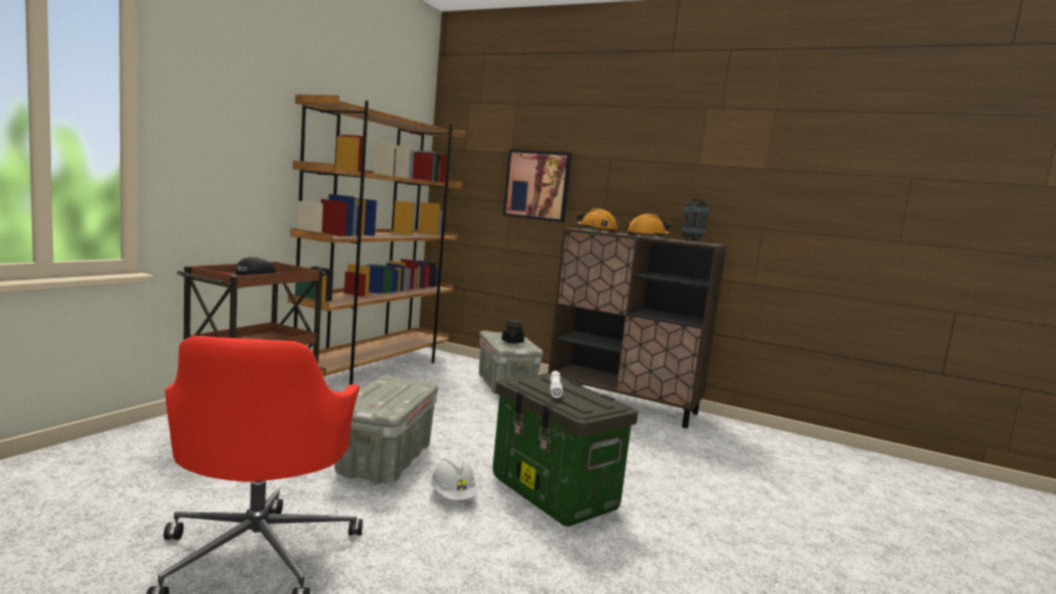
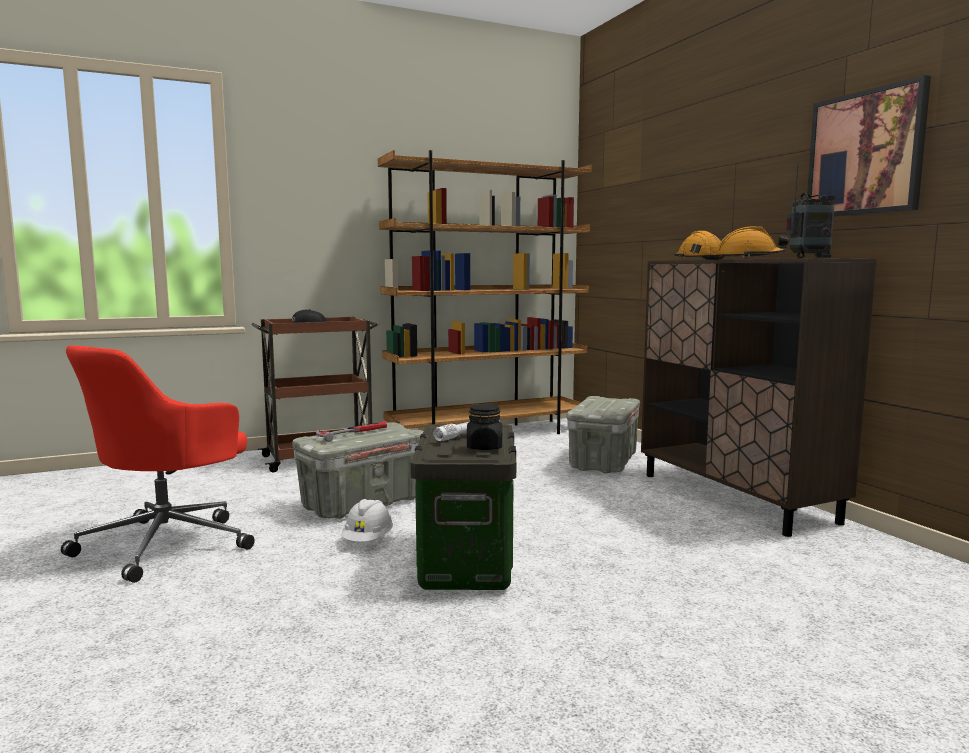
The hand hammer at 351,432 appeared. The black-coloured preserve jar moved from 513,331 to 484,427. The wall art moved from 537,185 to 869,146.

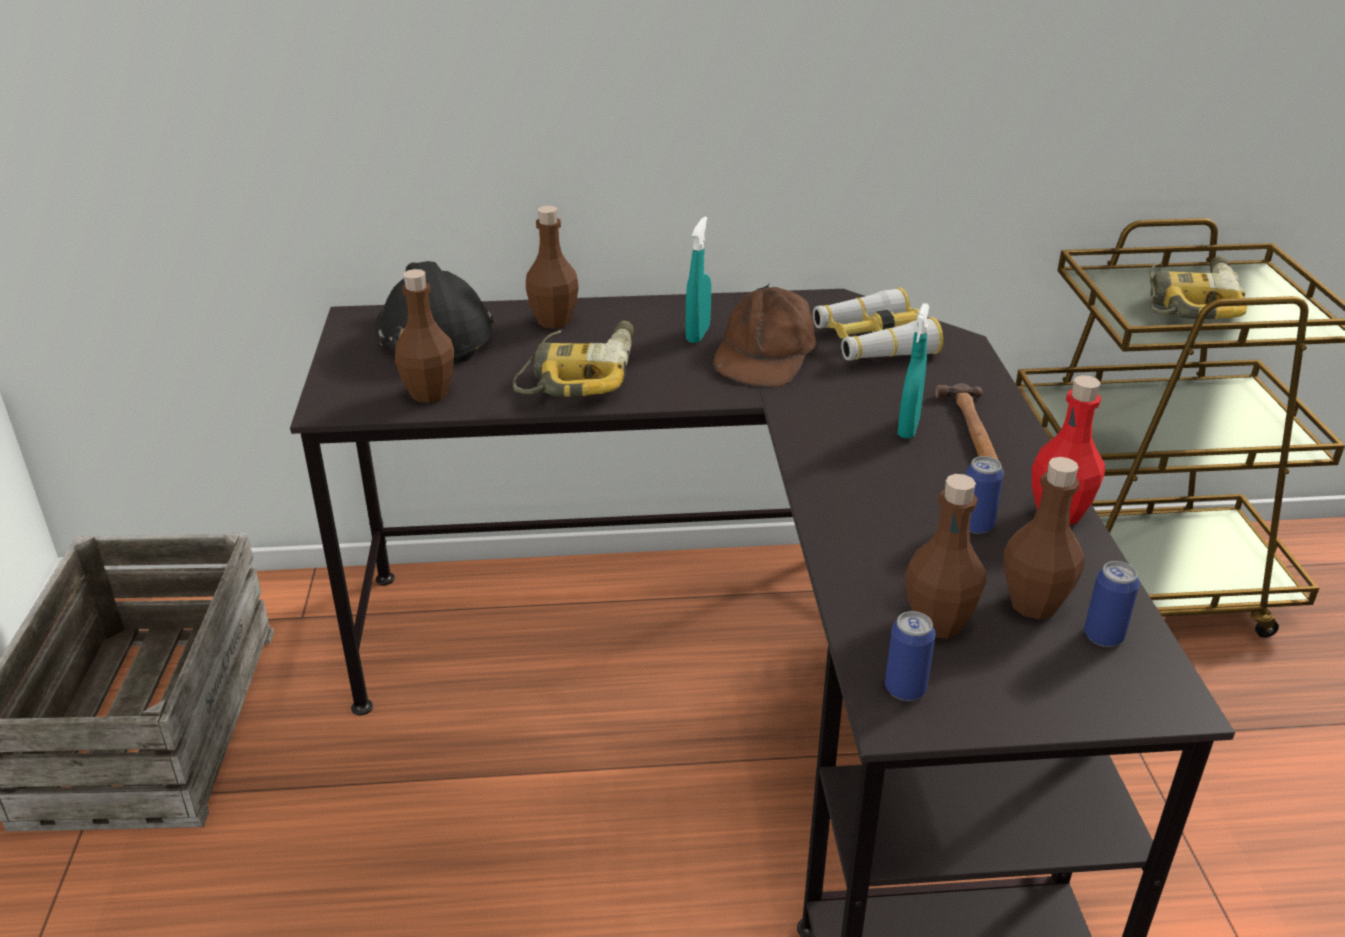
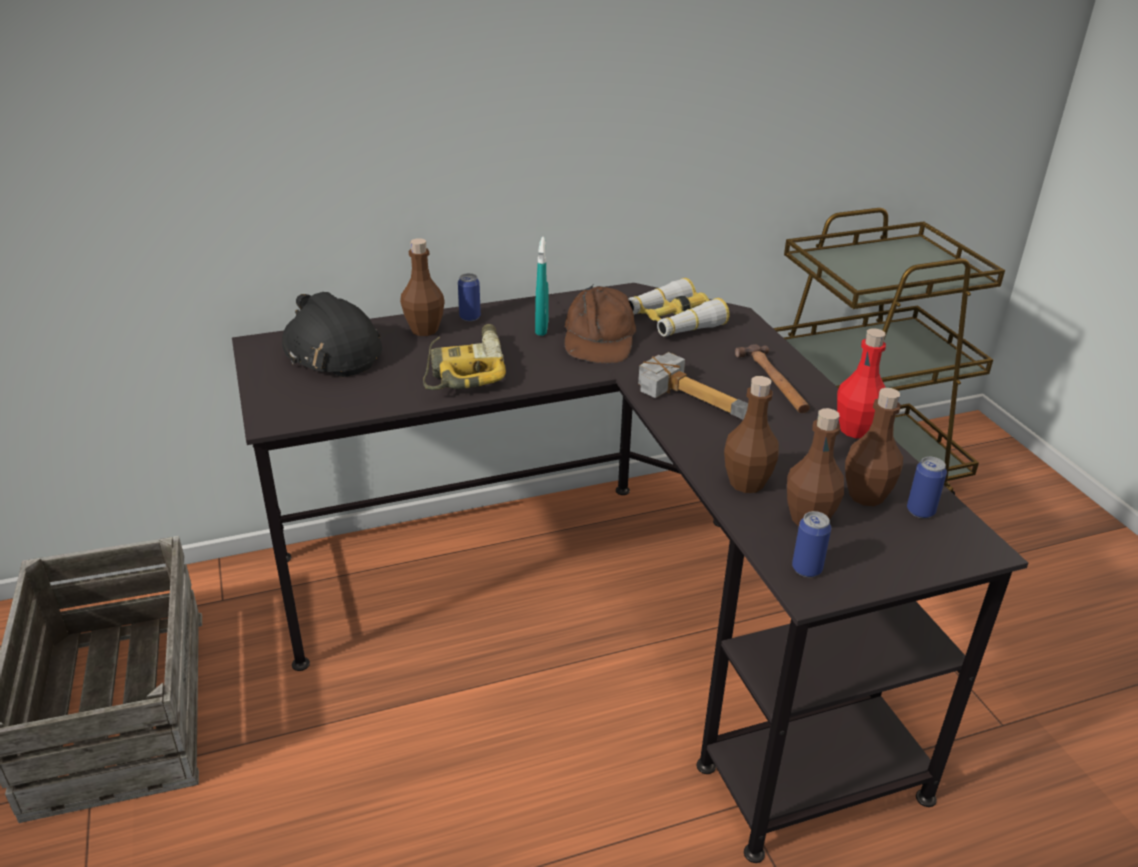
The turquoise sprayer at 913,370 disappeared. The drill at 1198,287 disappeared. The hand hammer at 693,386 appeared. The brown-coloured beverage bottle moved from 424,336 to 751,434. The metal can moved from 985,495 to 469,297.

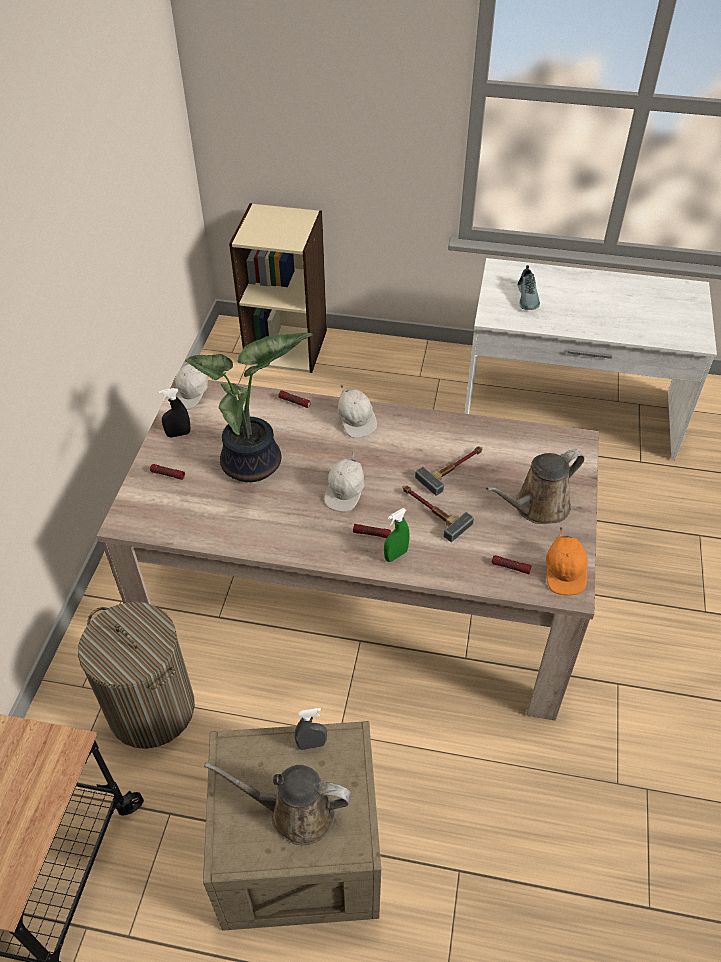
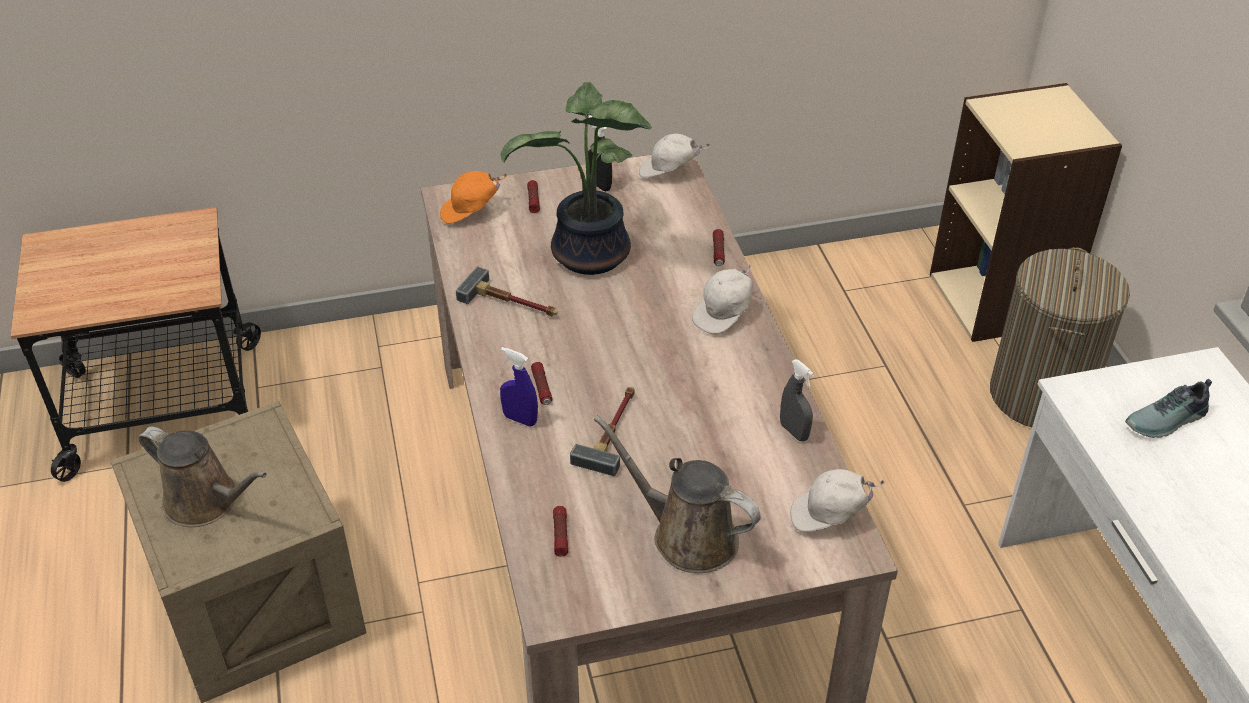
The laundry basket moved from 136,675 to 1060,337. The grey sprayer moved from 311,729 to 797,400. The whitish peaked cap moved from 344,482 to 837,500. The hand hammer moved from 449,471 to 507,291. The orange-coloured peaked cap moved from 567,561 to 473,197. The green-coloured sprayer at 397,535 became the blue sprayer at 519,386. The brown-coloured watering can at 277,803 turned 135 degrees clockwise.

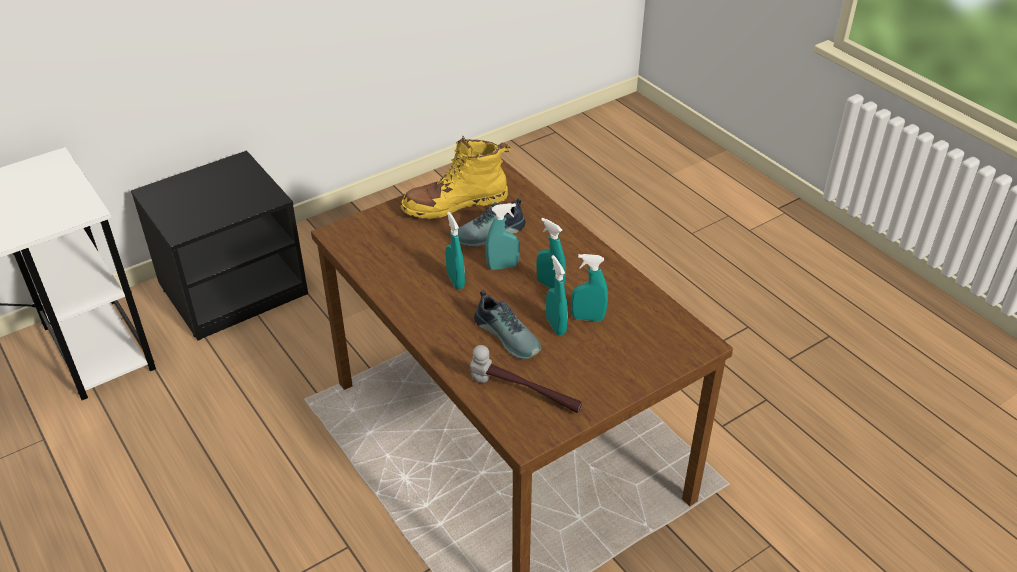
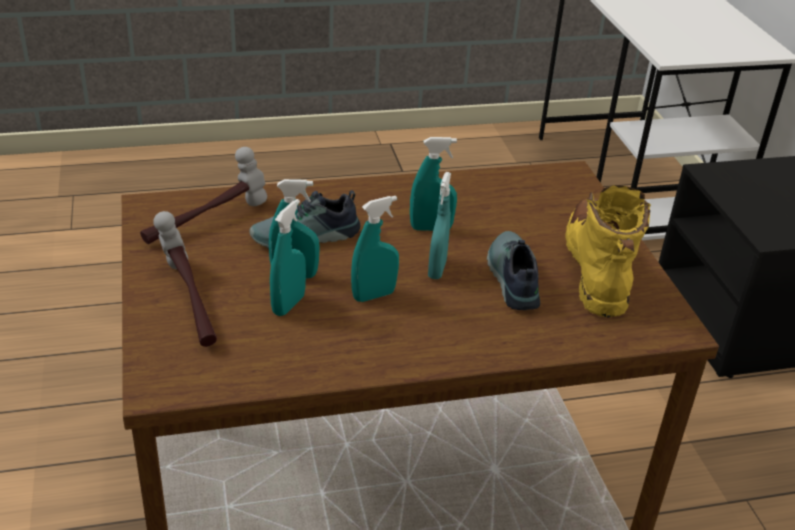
The hand hammer at 185,279 appeared.

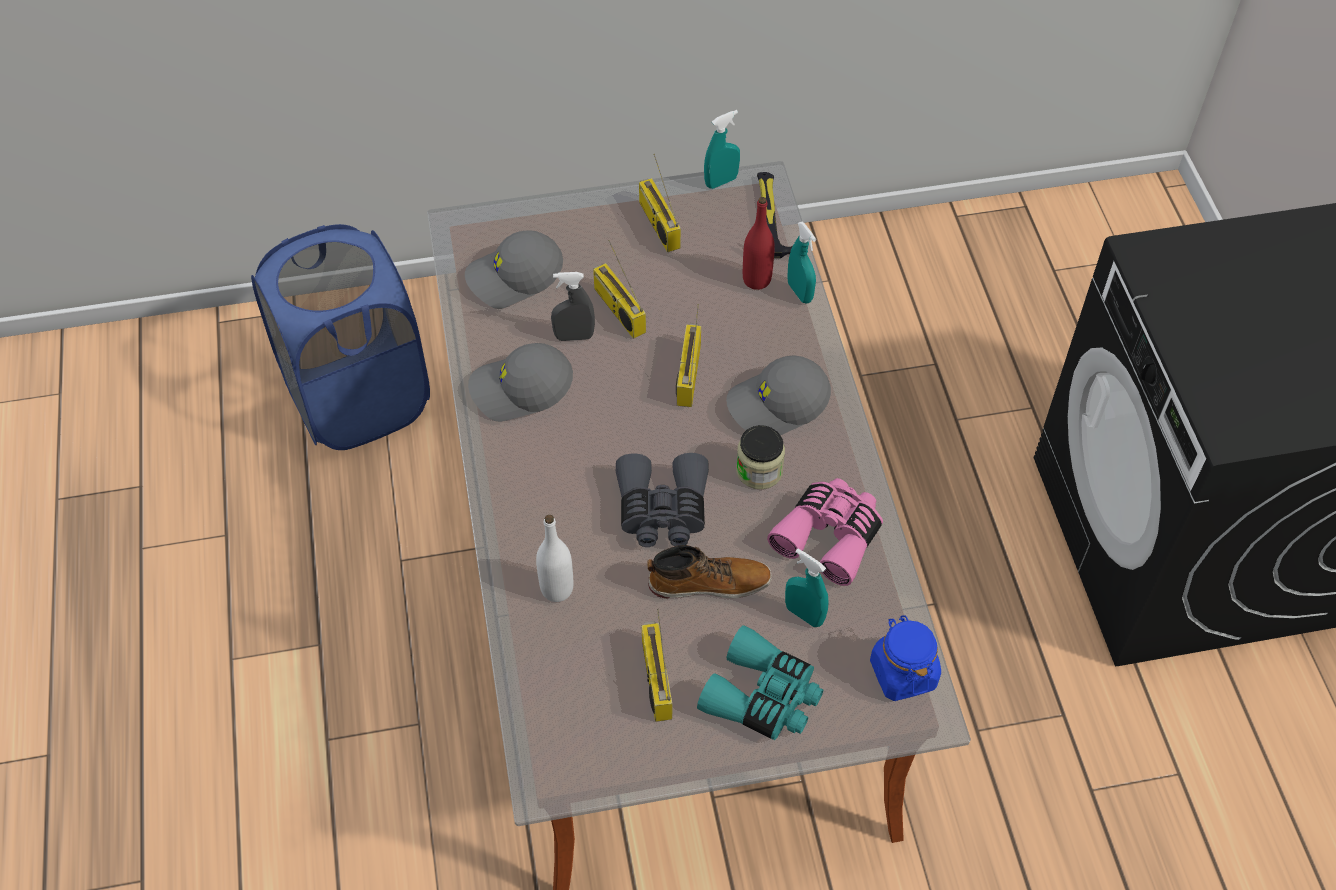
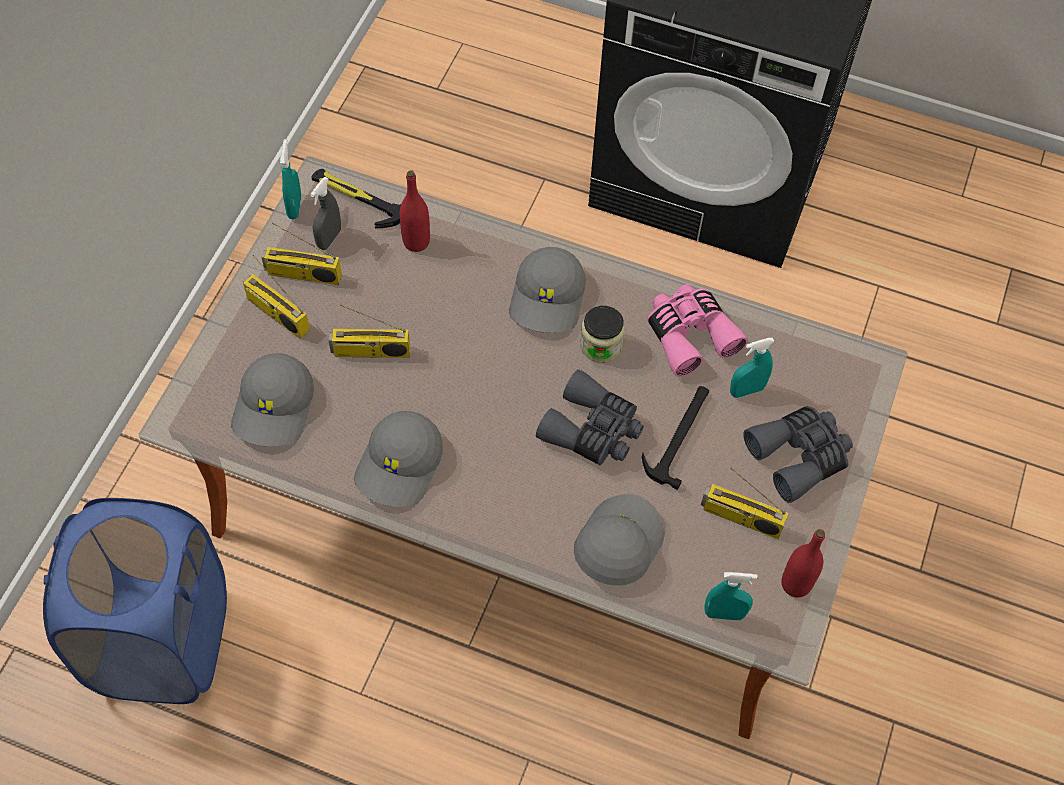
The blue preserve jar at 905,658 disappeared. The reddish beverage bottle at 803,563 appeared. The grey sprayer moved from 573,306 to 325,213. The radio receiver moved from 688,355 to 276,297. The turquoise sprayer moved from 801,263 to 730,596. The whitish beverage bottle at 554,558 was replaced by the grey peaked cap at 619,540. The high-top boot at 709,572 was replaced by the hand hammer at 675,438. The turquoise field glasses at 760,682 became the grey field glasses at 798,454.

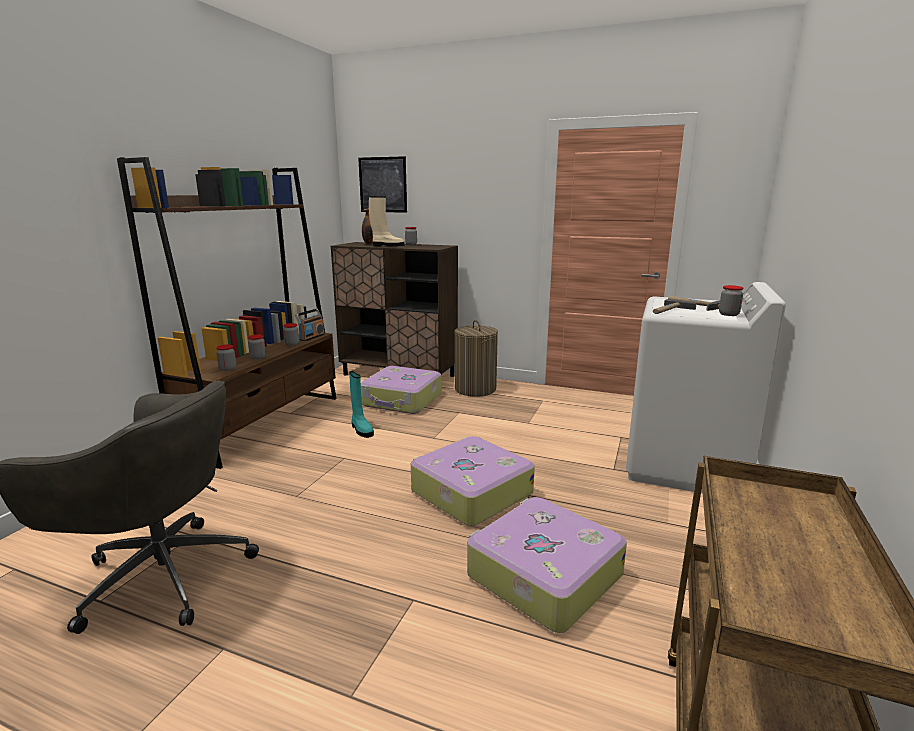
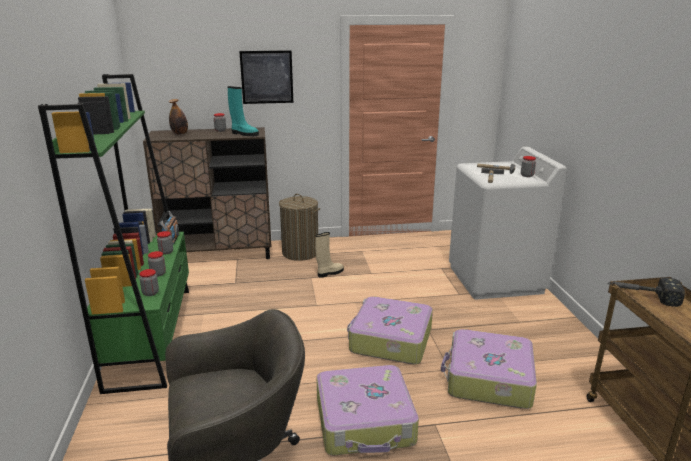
The hand hammer at 646,292 appeared. The turquoise high-top boot moved from 361,404 to 243,111. The wall art moved from 382,184 to 266,77. The piece of luggage moved from 401,390 to 368,410. The beige-coloured high-top boot moved from 386,221 to 329,255. The brown-coloured bookshelf at 226,313 became the green-coloured bookshelf at 113,234.

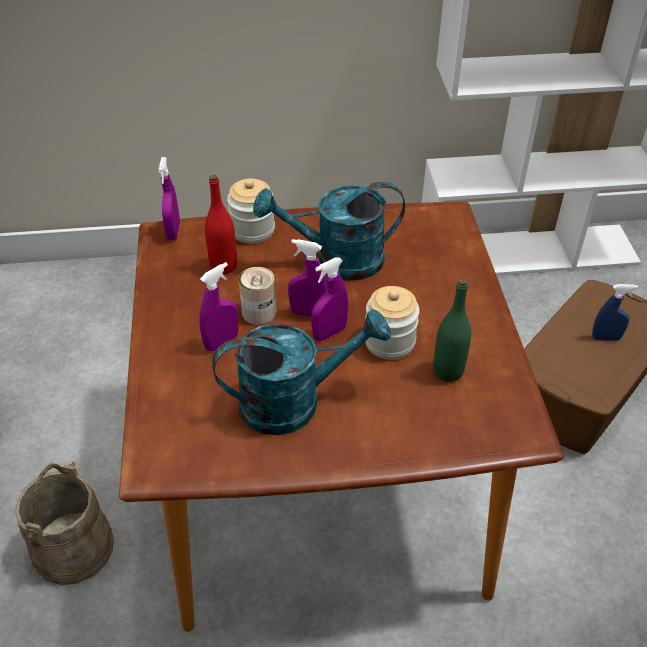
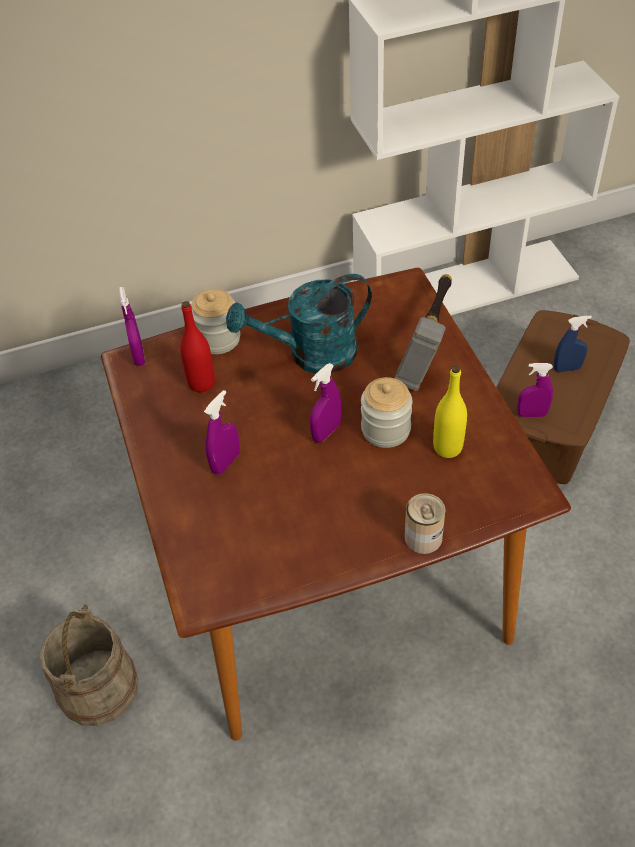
The turquoise watering can at 301,372 disappeared. The hand hammer at 423,332 appeared. The metal can moved from 257,296 to 425,523. The purplish sprayer moved from 307,278 to 535,390. The green-coloured beverage bottle at 452,330 became the yellowish beverage bottle at 450,412.

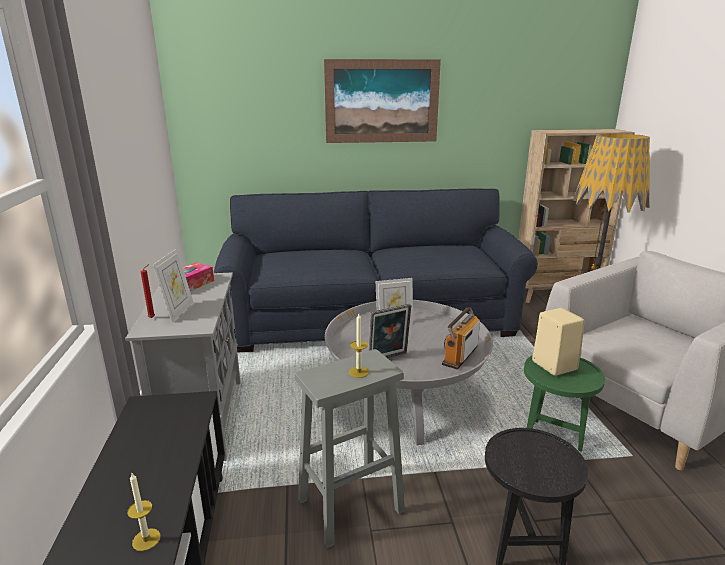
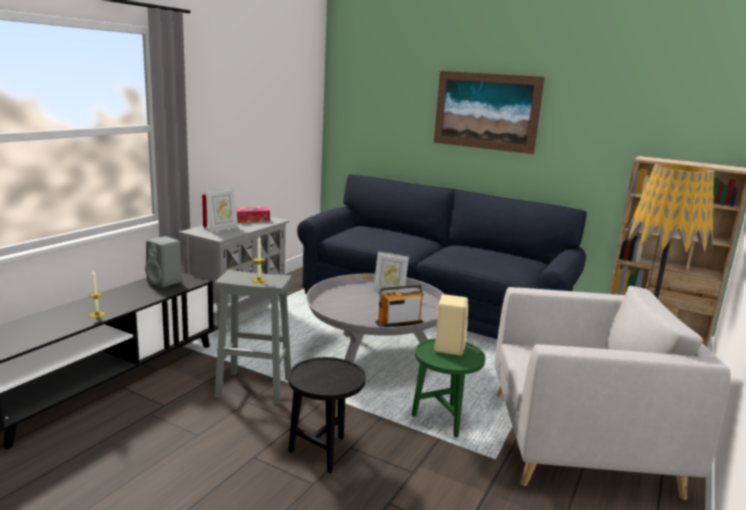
The picture frame at 389,331 disappeared. The grey speaker at 163,262 appeared.

